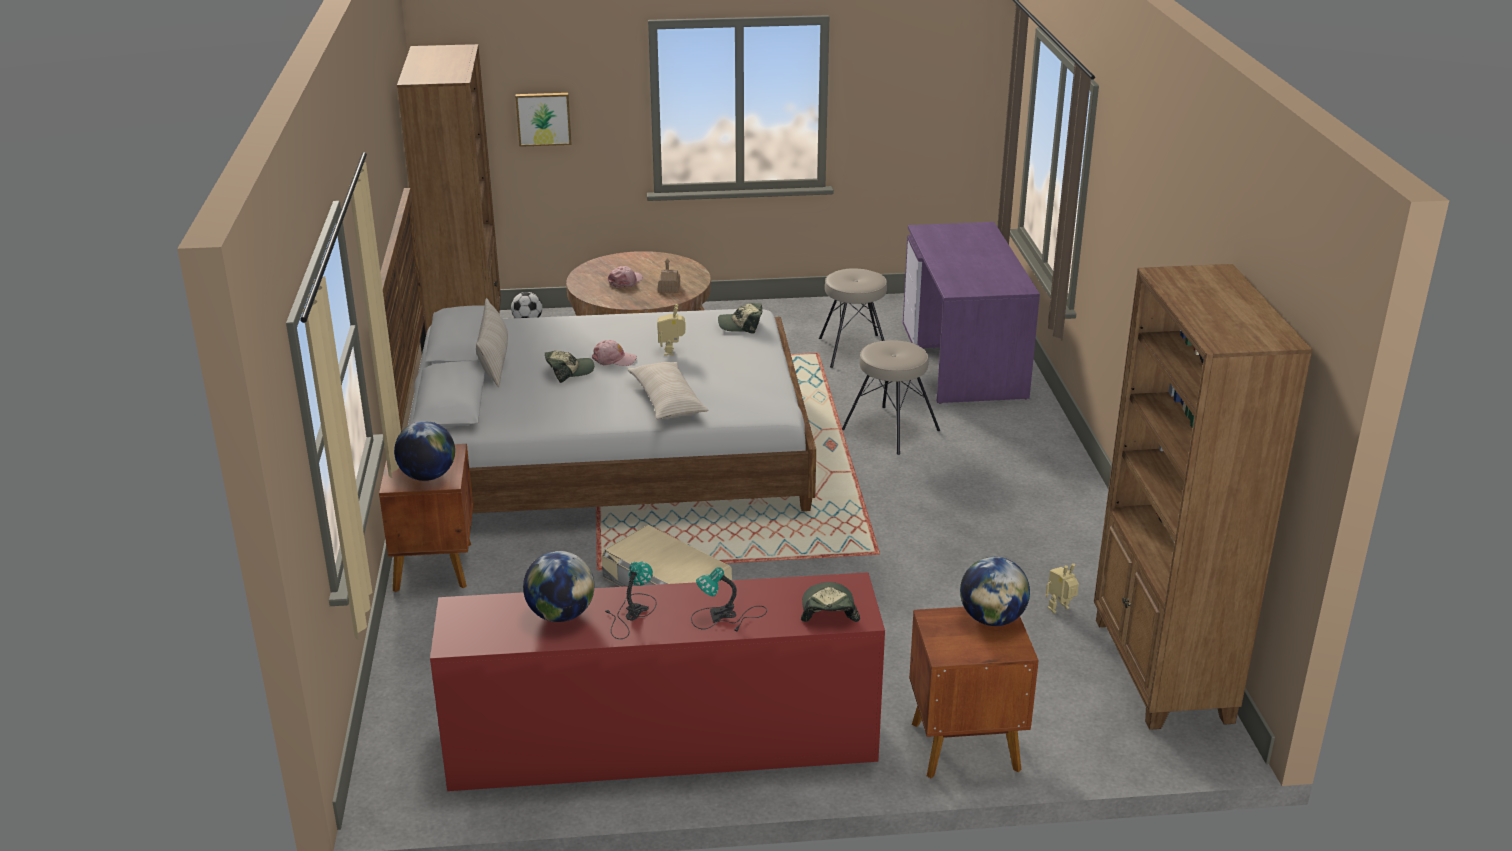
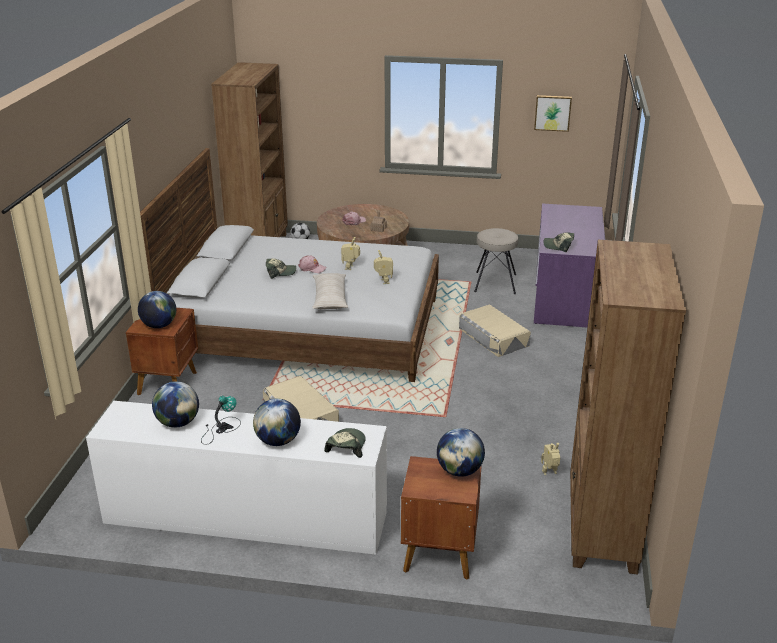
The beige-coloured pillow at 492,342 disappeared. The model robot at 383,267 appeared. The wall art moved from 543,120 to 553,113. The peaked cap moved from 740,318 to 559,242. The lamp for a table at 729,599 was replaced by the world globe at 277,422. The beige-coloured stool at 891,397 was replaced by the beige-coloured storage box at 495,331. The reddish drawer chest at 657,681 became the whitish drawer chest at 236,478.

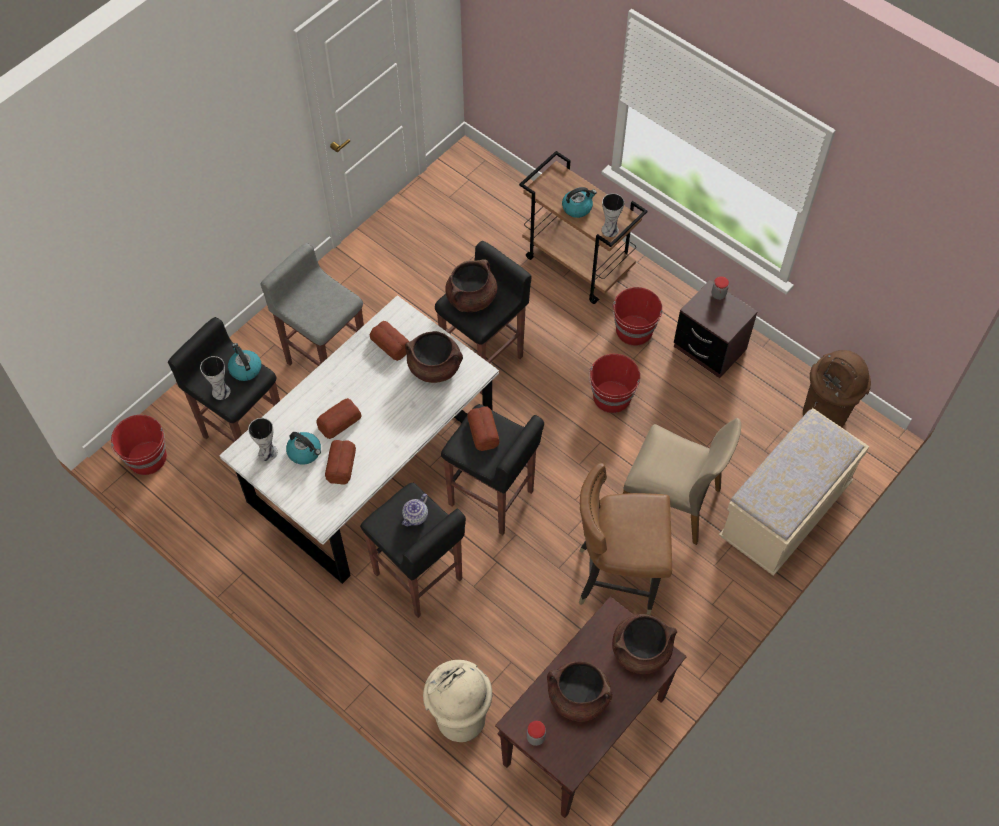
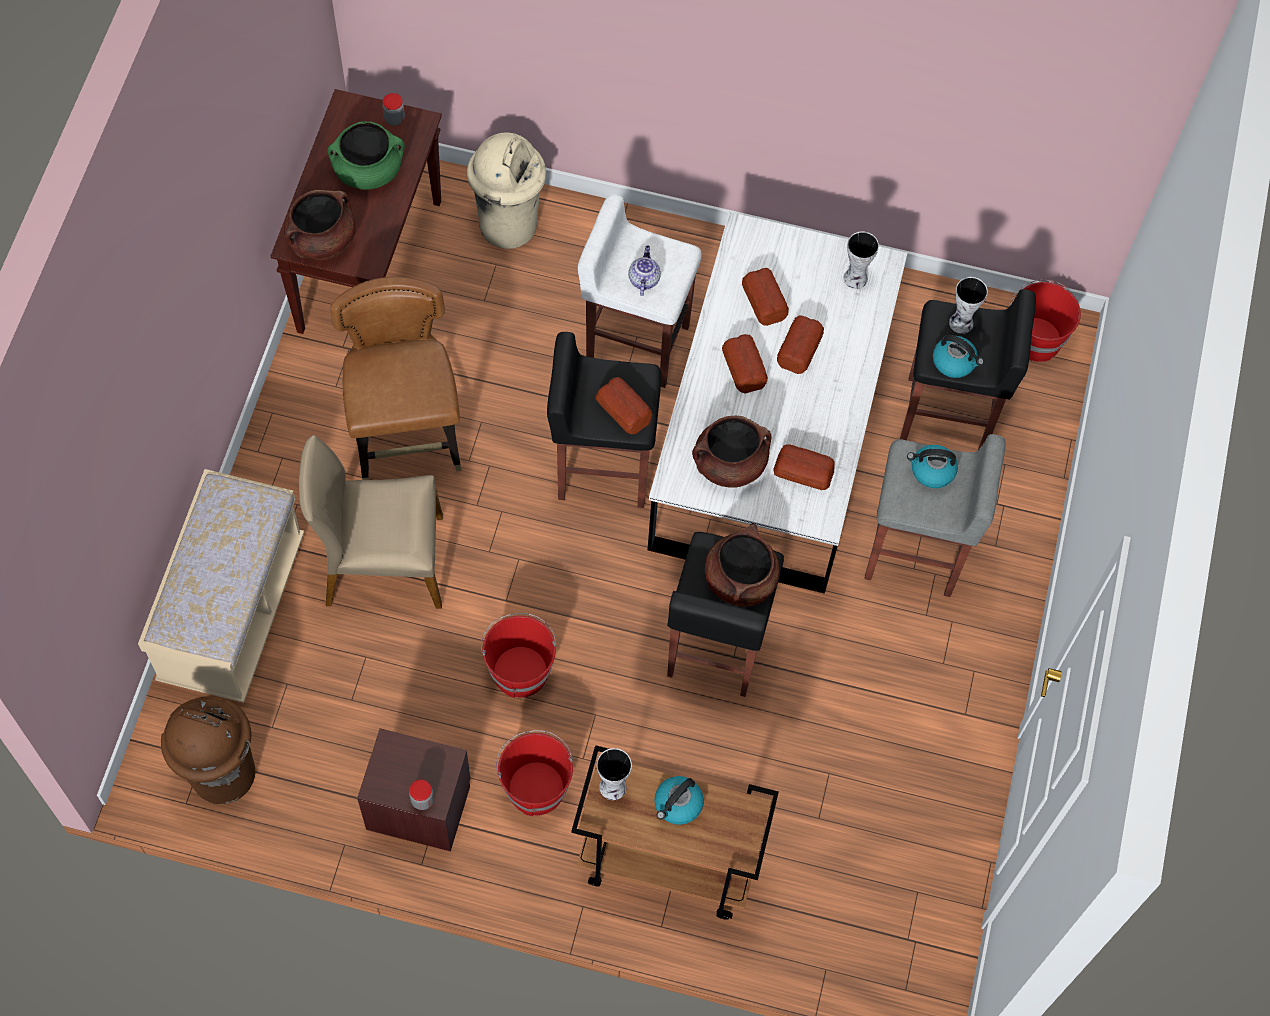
The bread at 745,364 appeared. The water kettle moved from 303,448 to 932,466. The black-coloured stool at 413,550 became the whitish stool at 640,291. The brown-coloured cooking pot at 580,691 became the green-coloured cooking pot at 366,155. The brown-coloured plain chair at 625,539 turned 75 degrees counterclockwise.

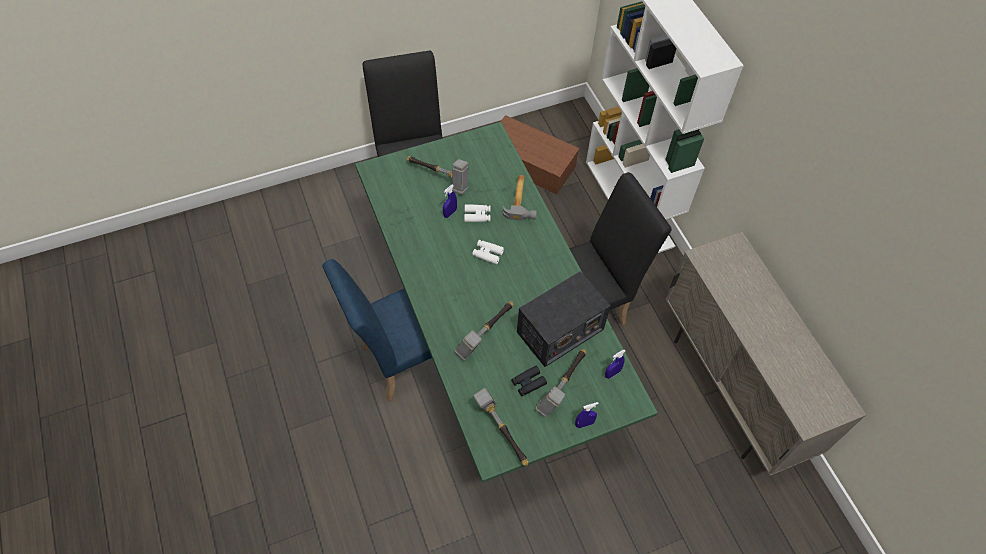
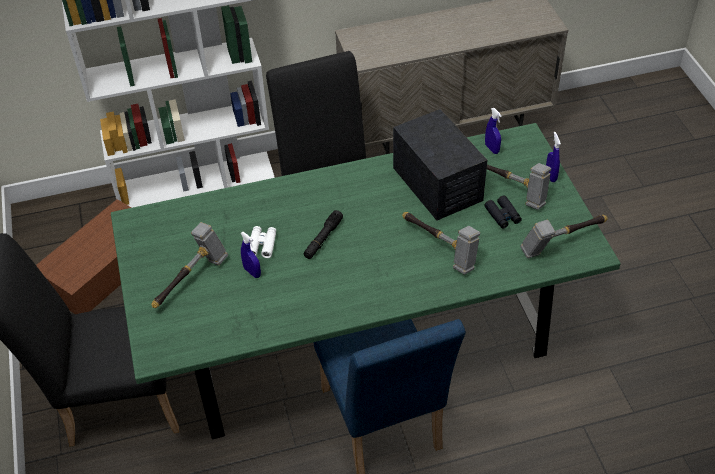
The hand hammer at 520,198 disappeared. The whitish field glasses at 488,252 was replaced by the black-coloured torch at 323,234.

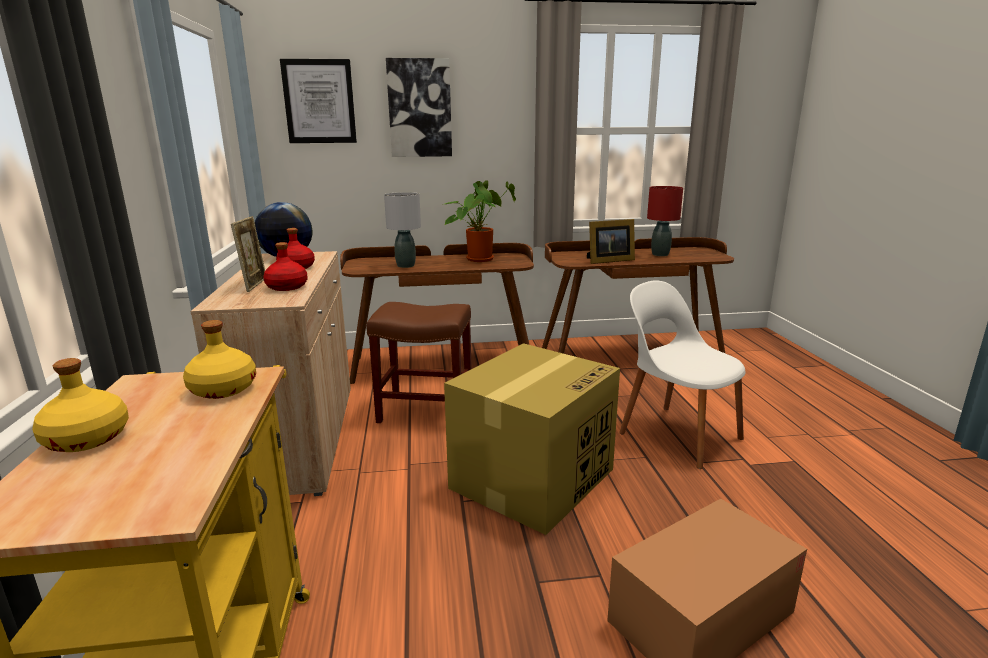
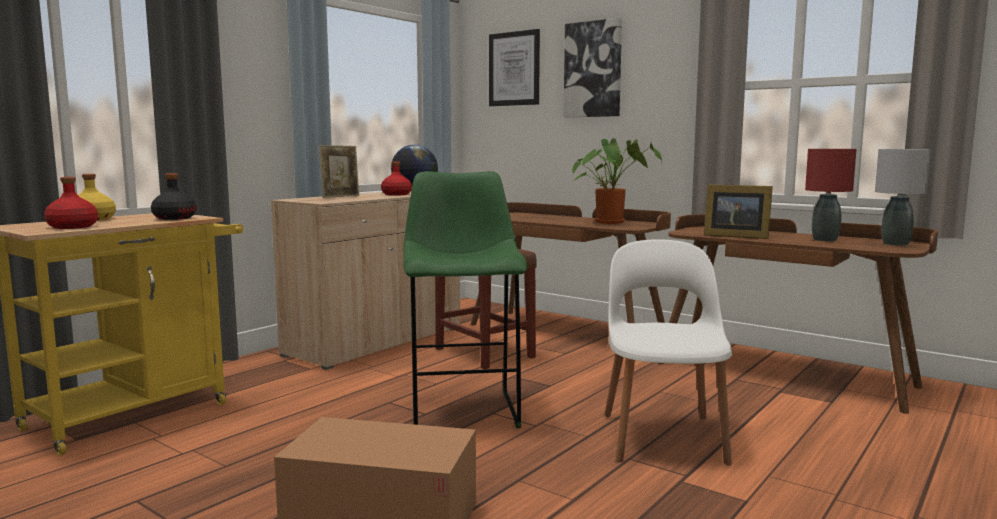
The reddish beverage bottle moved from 285,266 to 71,203. The grey lamp for a table moved from 402,230 to 903,197. The cardboard box at 532,439 was replaced by the green-coloured stool at 465,299. The yellowish beverage bottle at 219,359 became the black-coloured beverage bottle at 174,196.

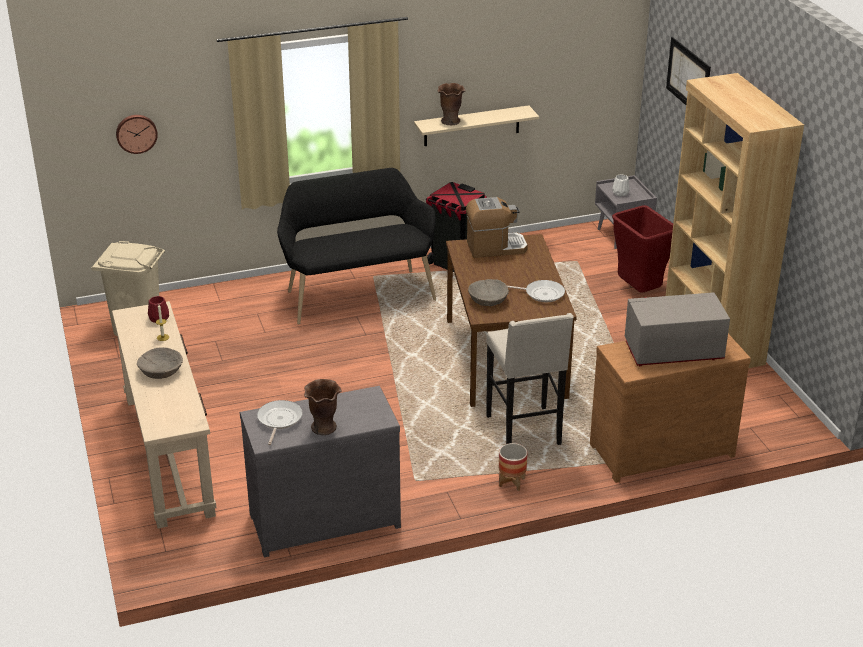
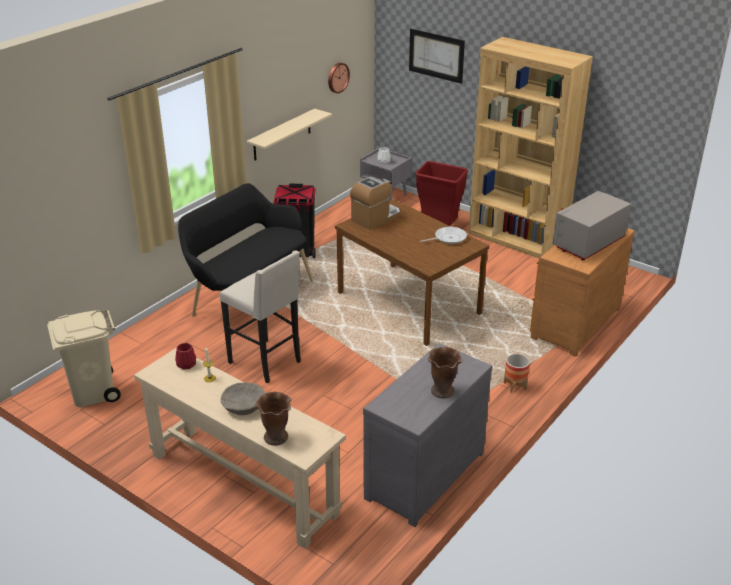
The pan at 280,422 disappeared. The beige-coloured serving bowl at 488,292 disappeared. The wall clock moved from 137,134 to 339,78. The brown-coloured flower vase moved from 452,104 to 273,419. The beige-coloured stool moved from 530,379 to 260,316.

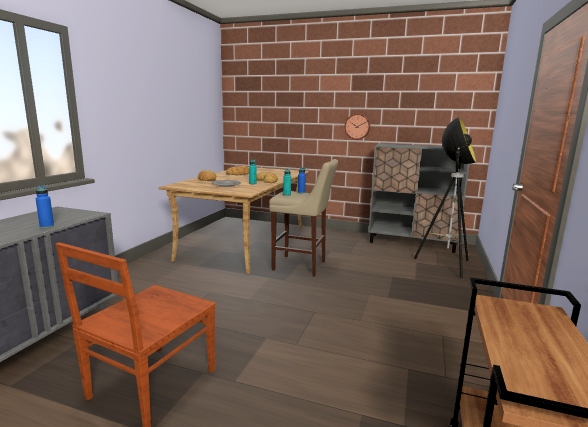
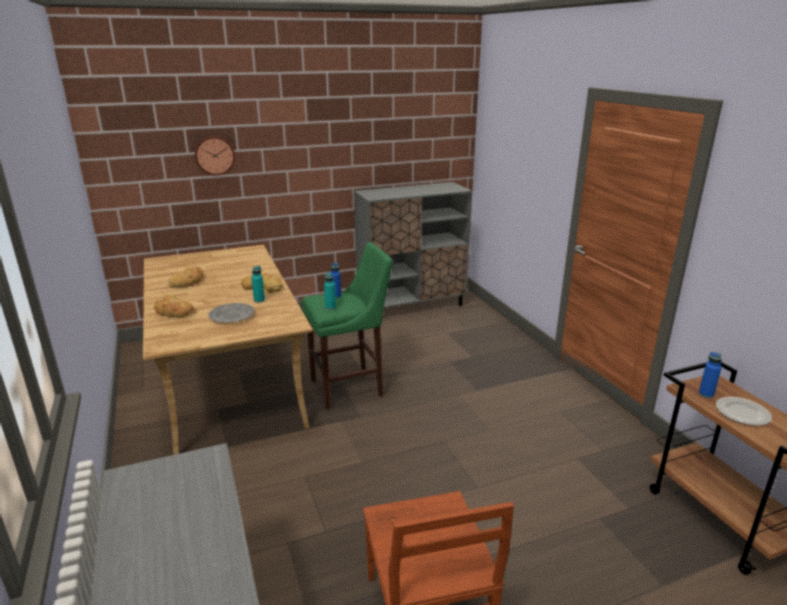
The floor lamp at 445,197 disappeared. The dinner plate at 744,411 appeared. The blue beverage bottle moved from 45,207 to 710,375. The wall clock moved from 357,127 to 215,155. The beige-coloured stool at 303,217 became the green-coloured stool at 347,325.

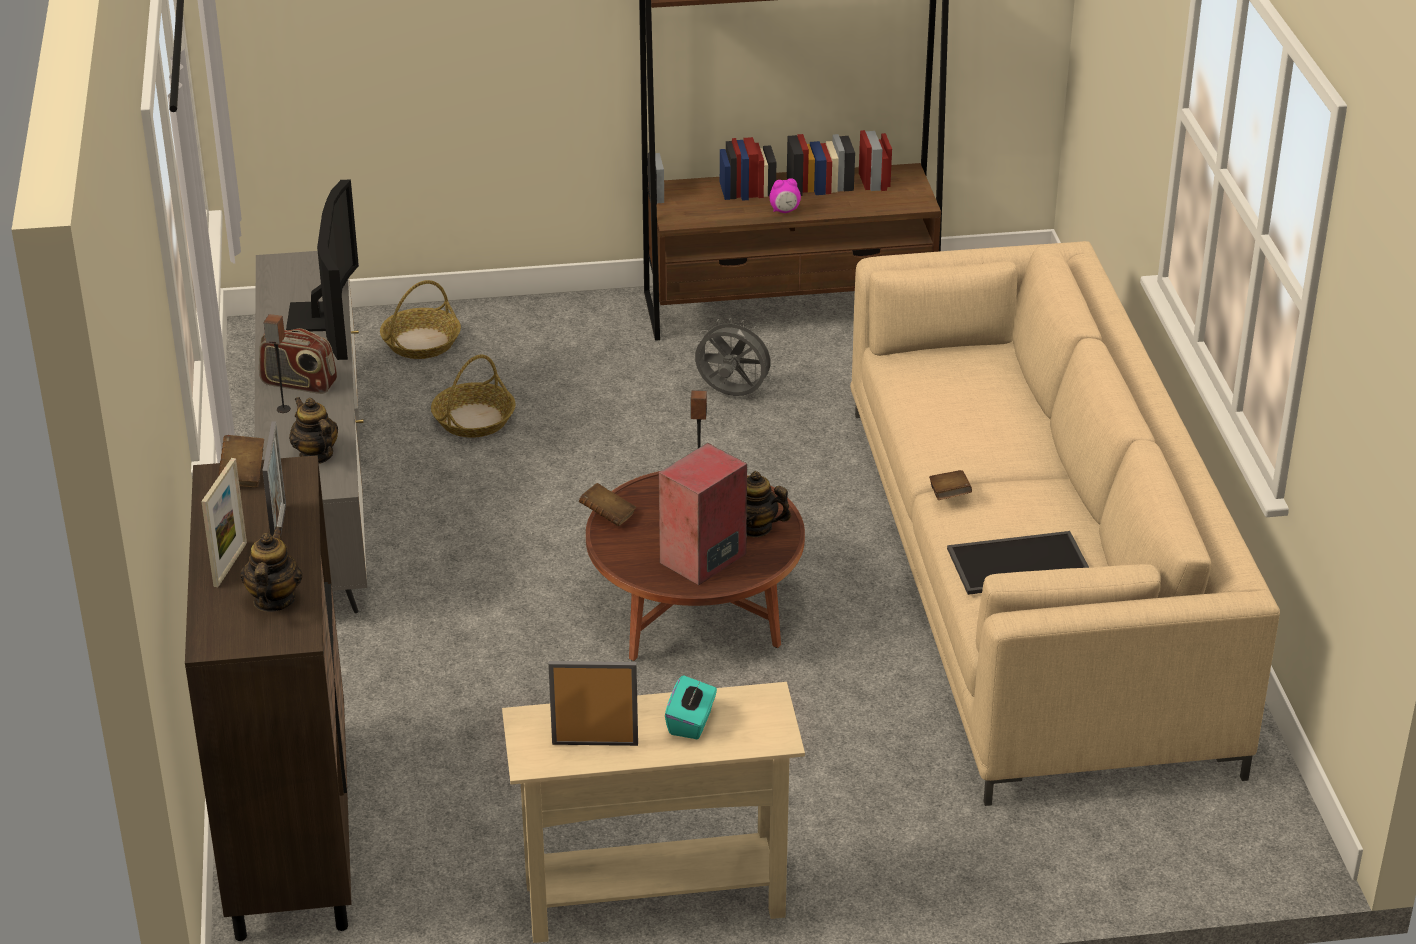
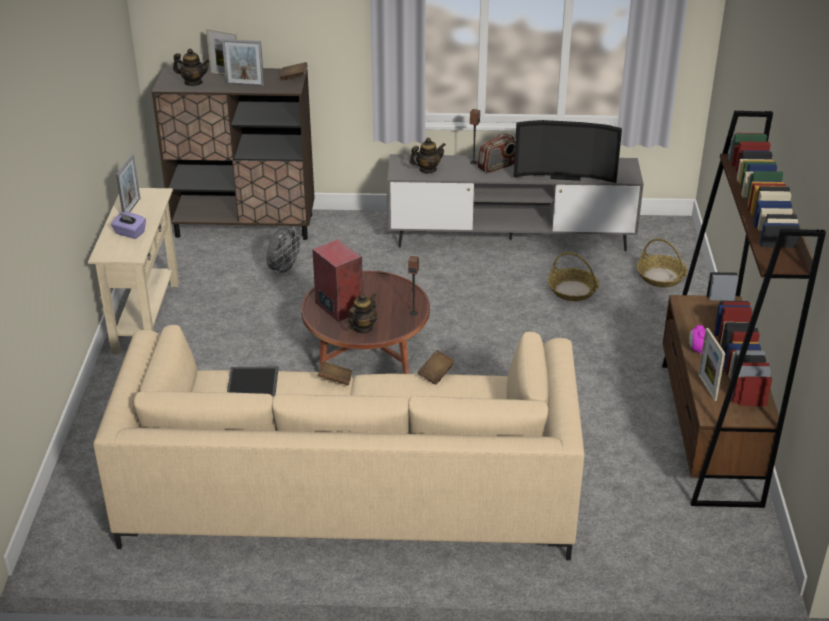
The picture frame at 711,364 appeared. The brown-coloured volume moved from 607,504 to 436,367. The grey fan moved from 735,356 to 285,251. The turquoise tissue holder at 691,707 became the purplish tissue holder at 128,225. The radio receiver at 298,361 turned 150 degrees counterclockwise.

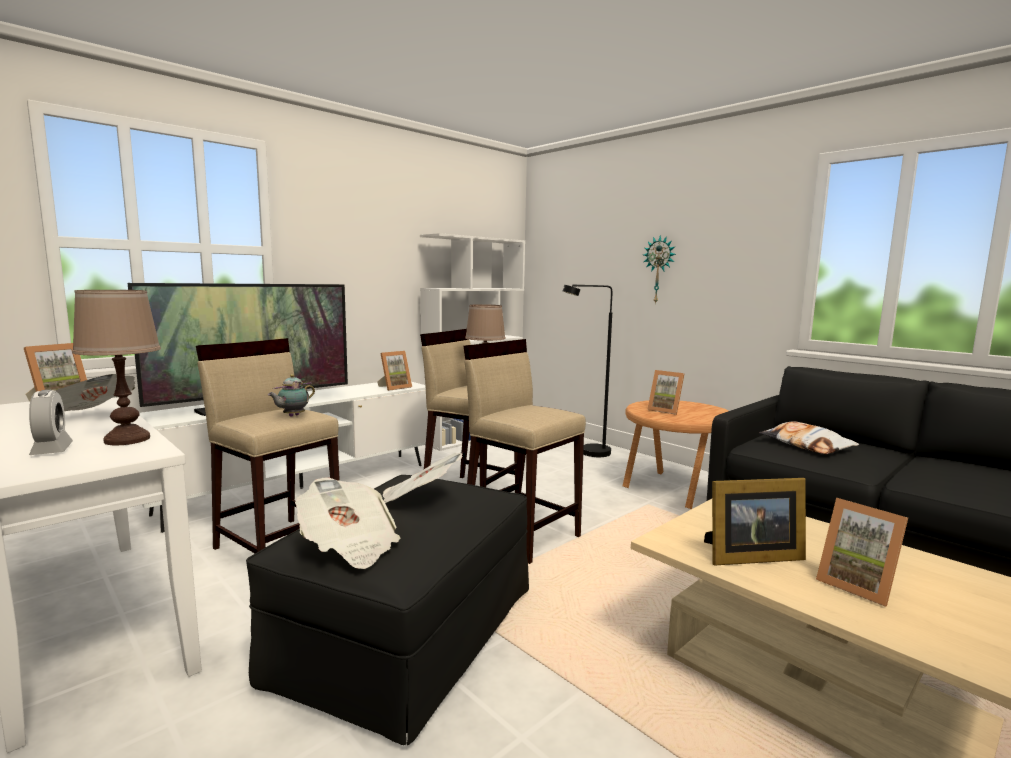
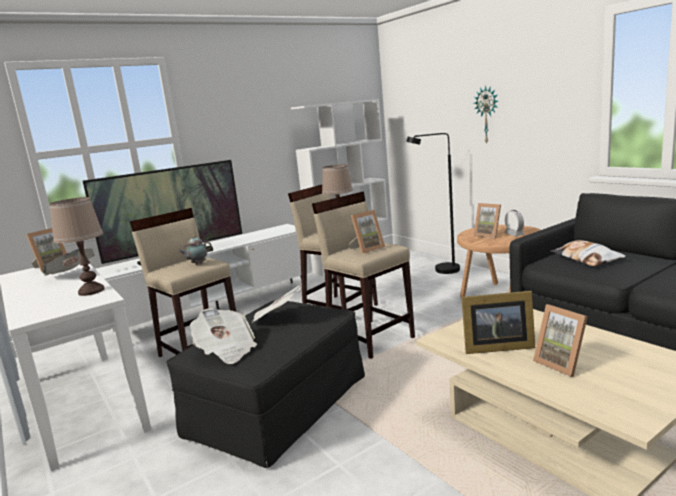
The alarm clock moved from 51,422 to 514,223. The picture frame moved from 394,371 to 367,232.

